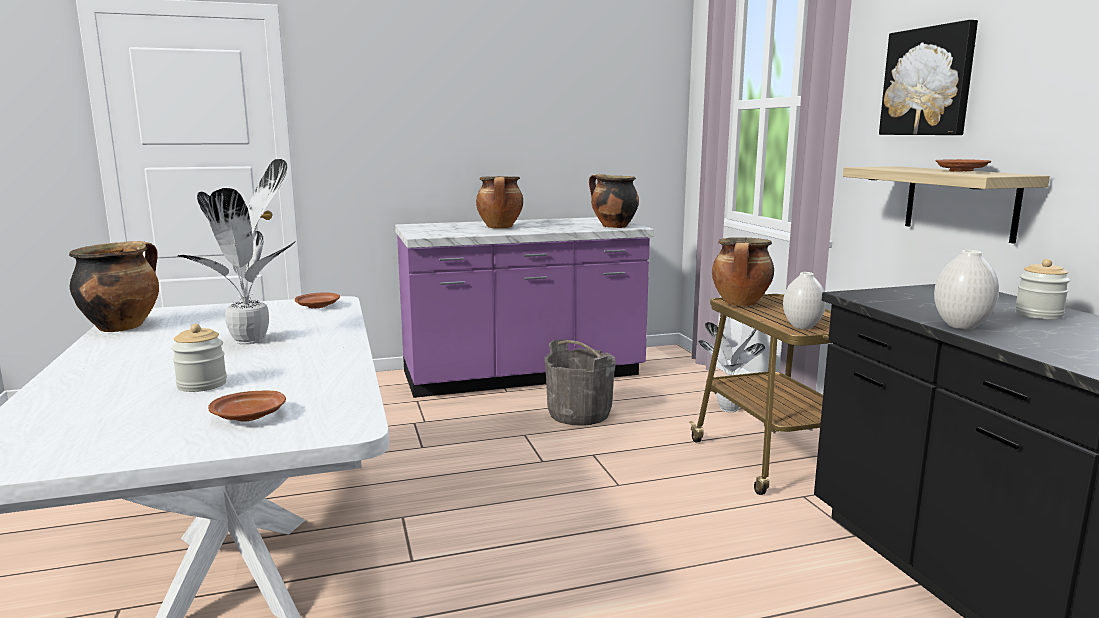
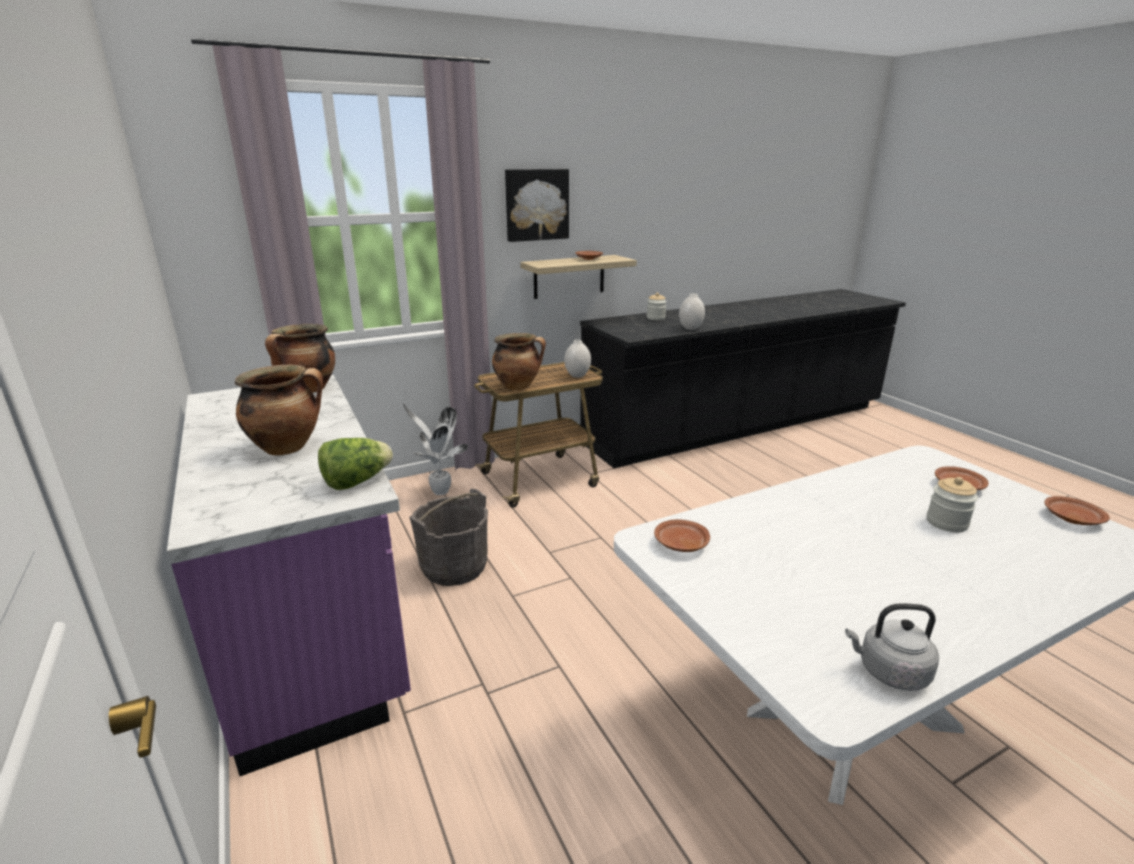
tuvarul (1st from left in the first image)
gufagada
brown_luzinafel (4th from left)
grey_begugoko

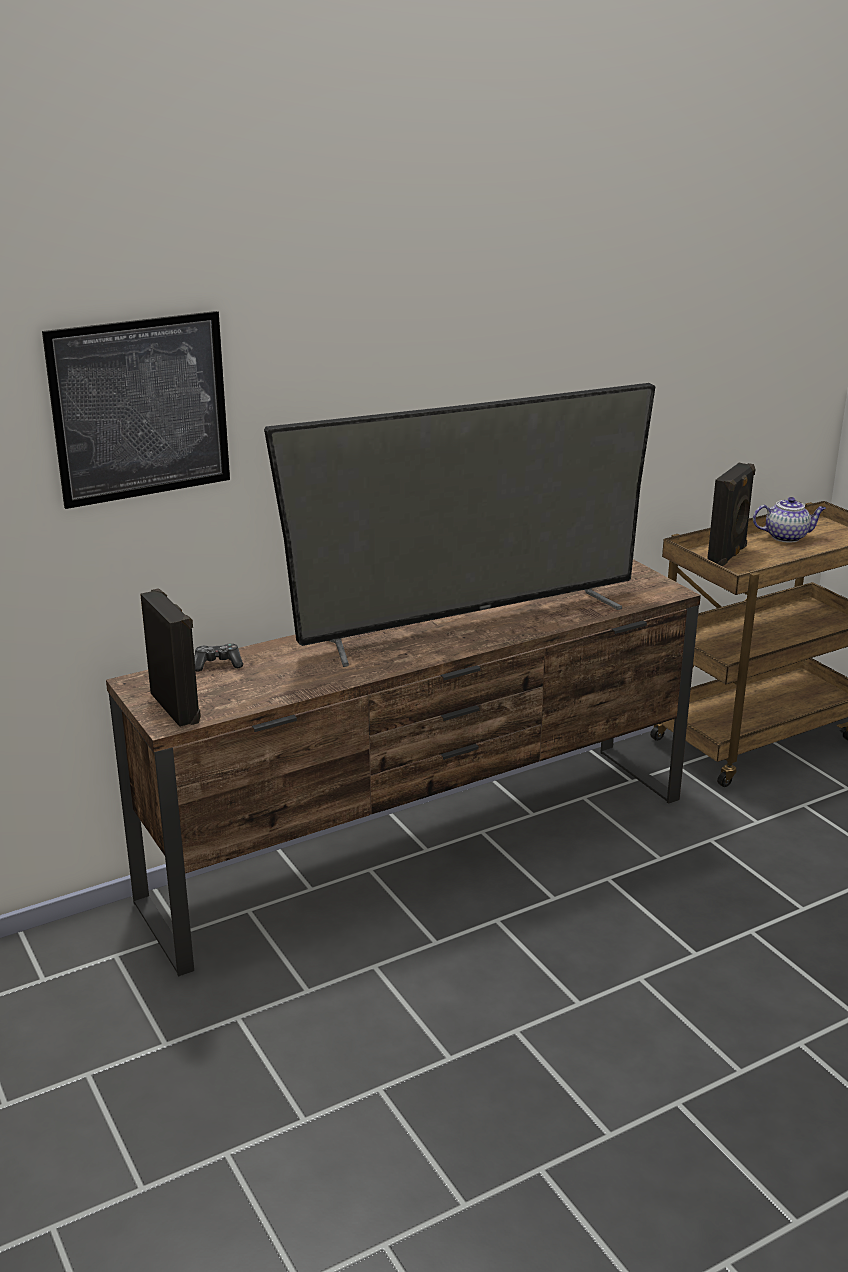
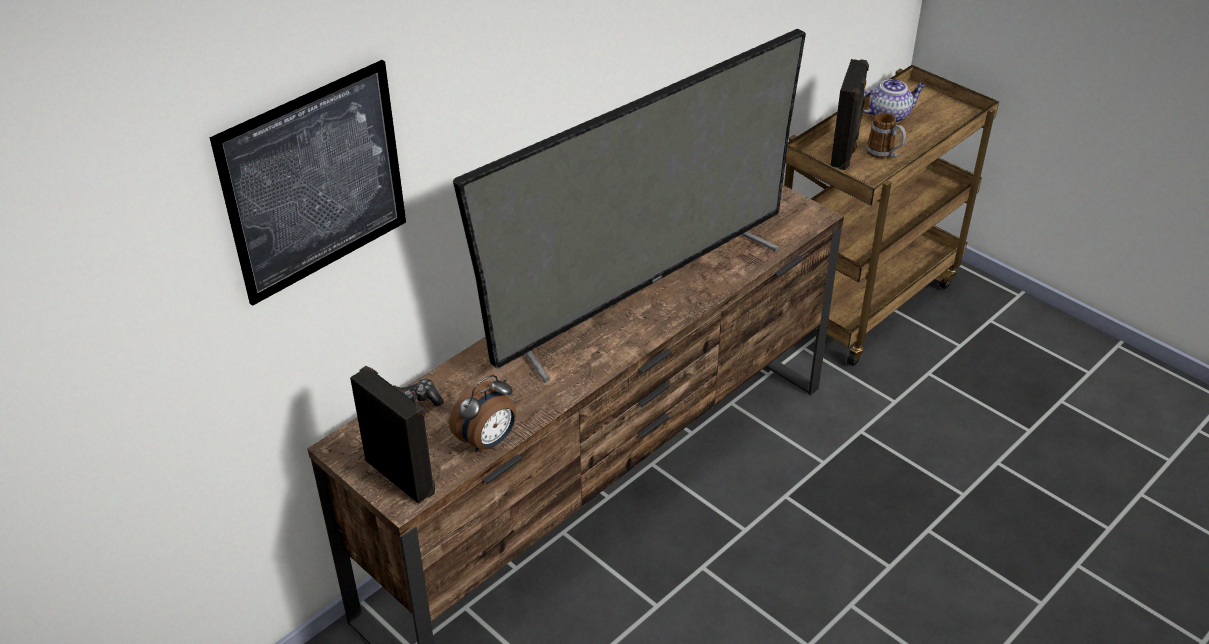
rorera
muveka

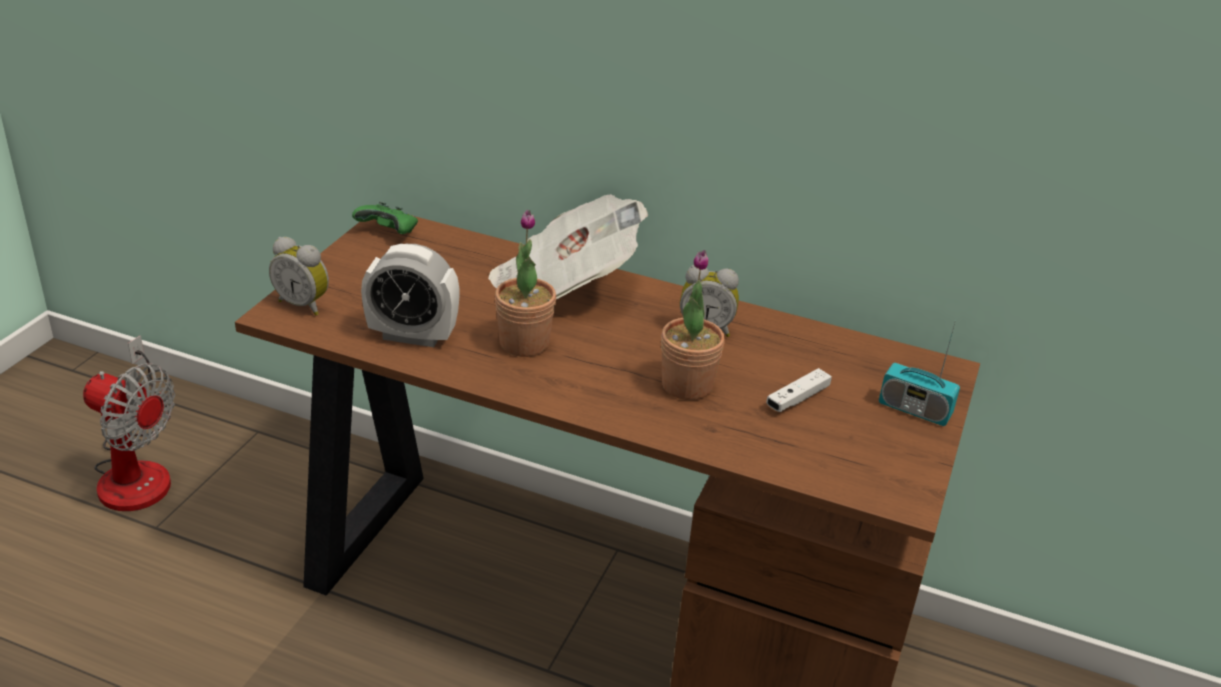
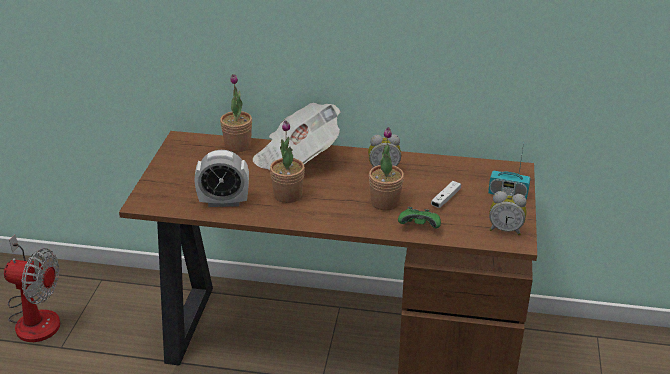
tuvarul (1st from left)
rorera (3rd from left)
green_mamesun

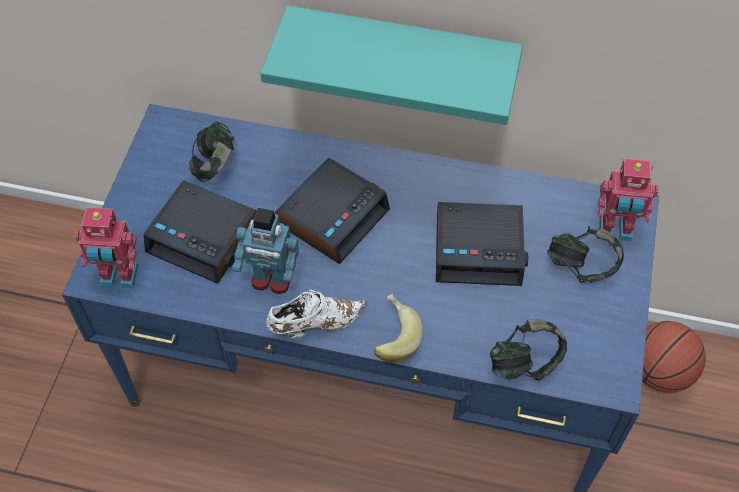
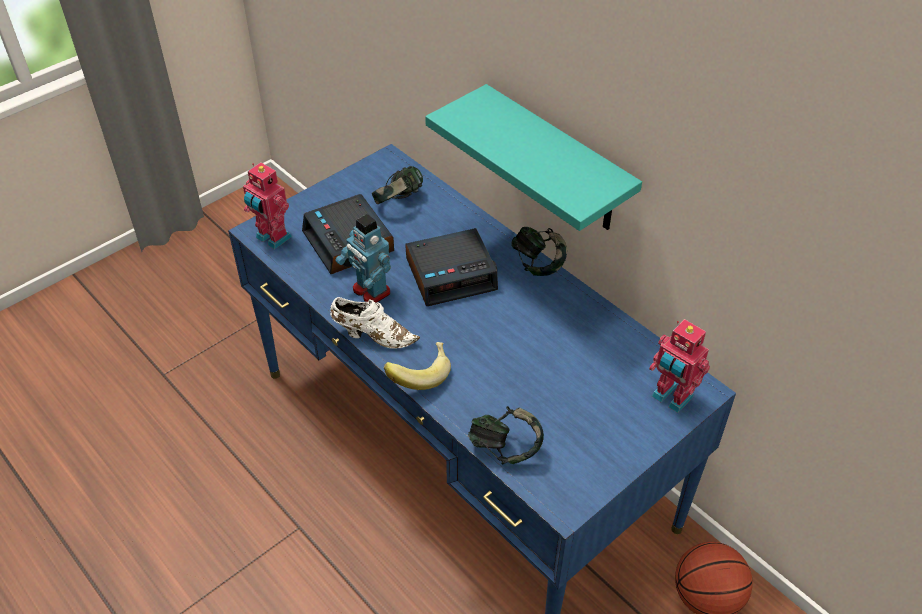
rorera (3rd from left in the first image)
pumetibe (3rd from left)

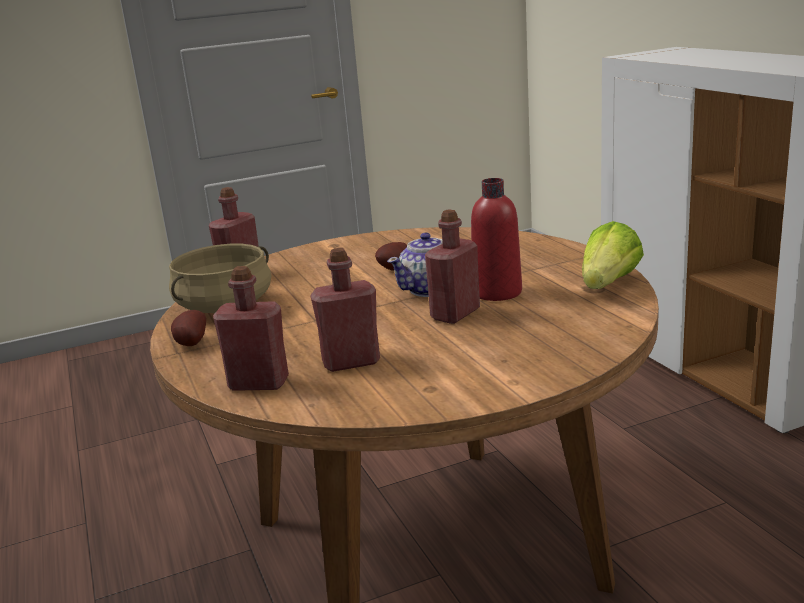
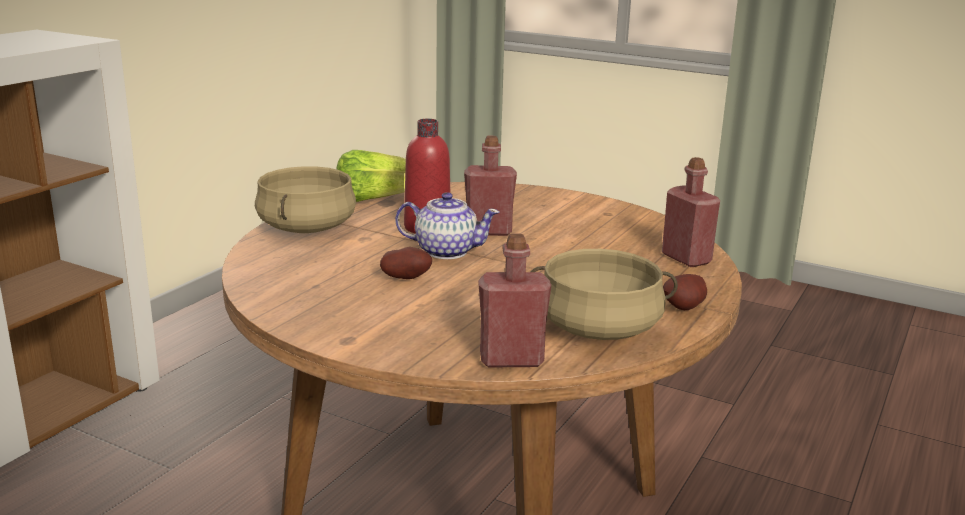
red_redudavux (3rd from left in the first image)
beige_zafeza (1st from left)

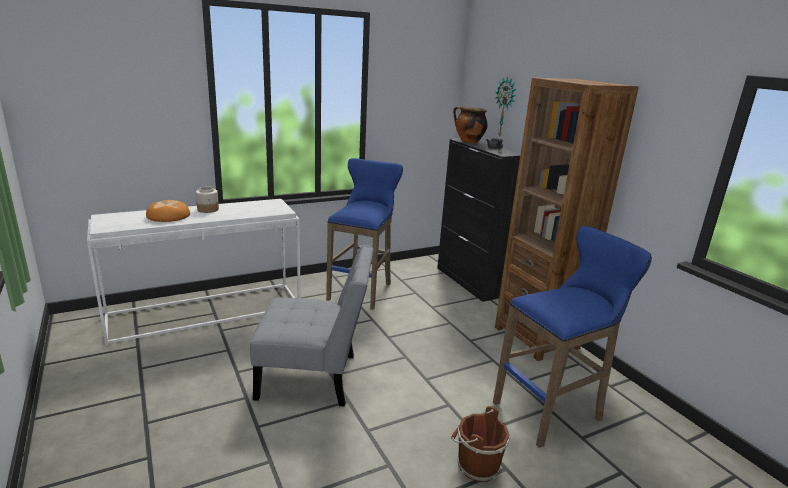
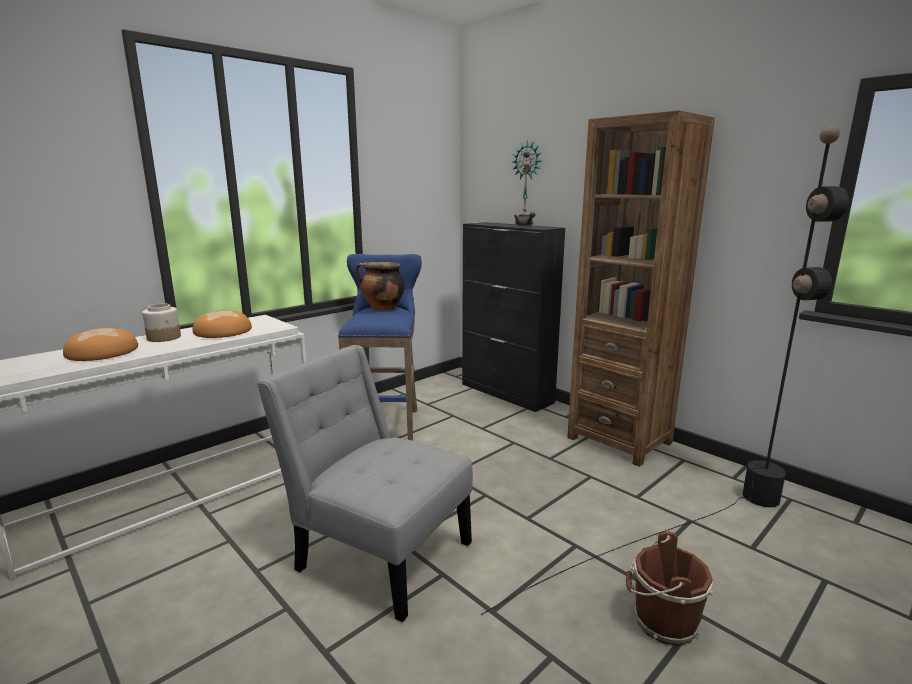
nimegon (2nd from left)
zafeza
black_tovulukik
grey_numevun

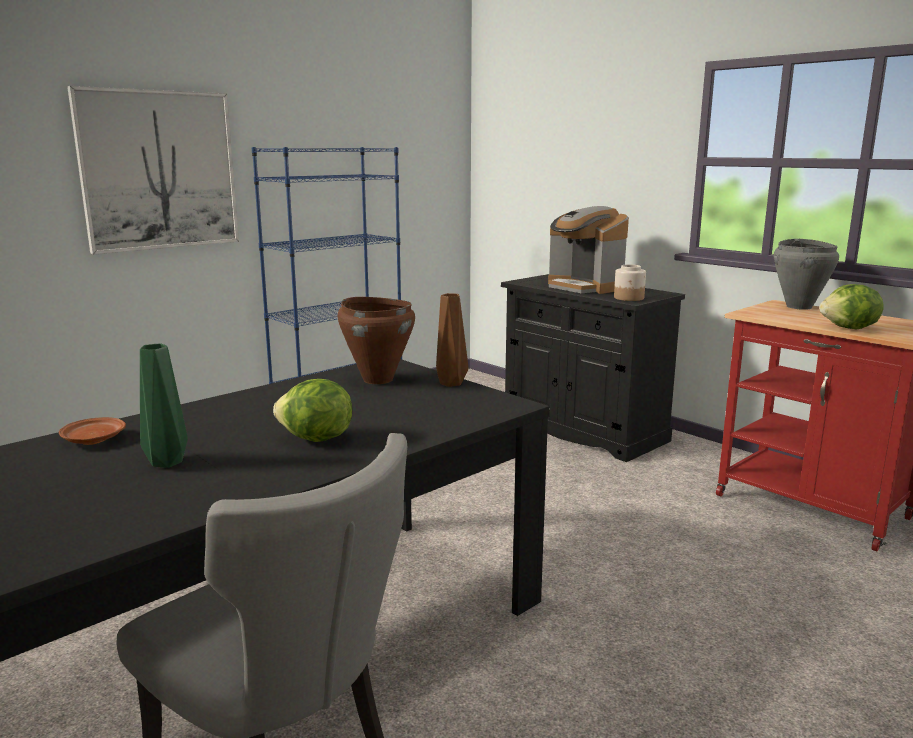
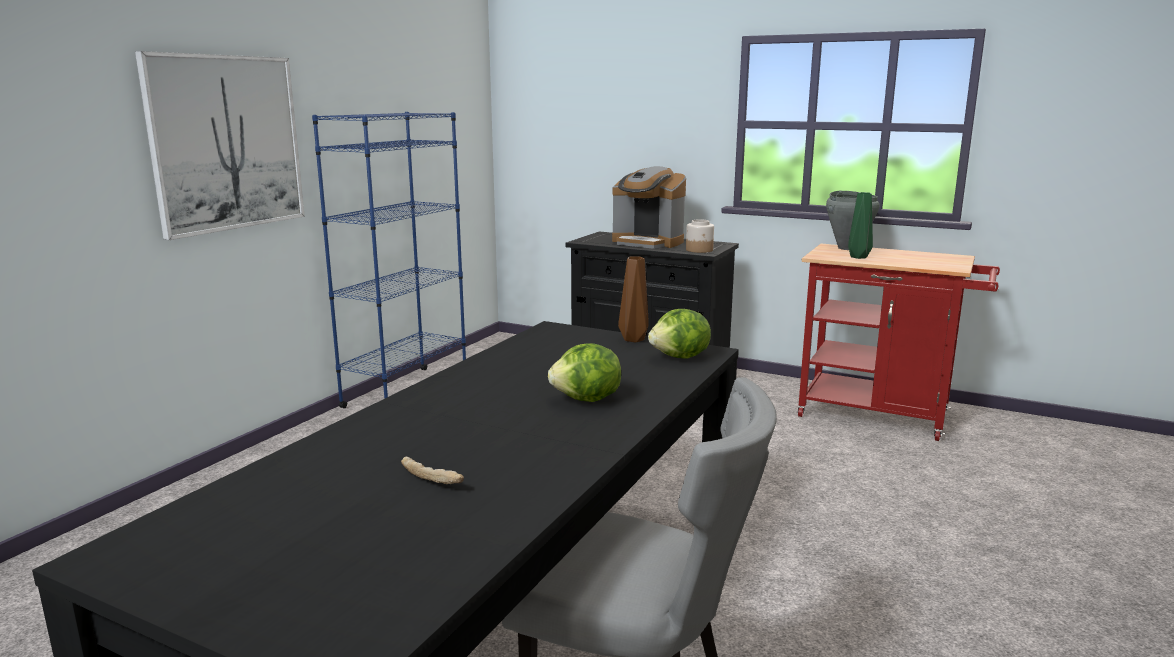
brown_luzinafel
brown_zafeza
nimegon
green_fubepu
gufagada (2nd from left)

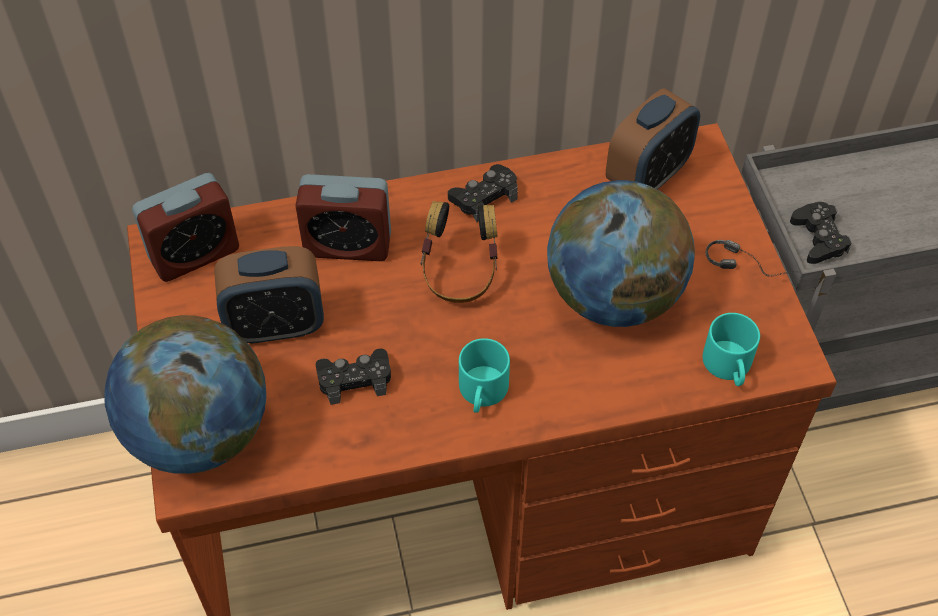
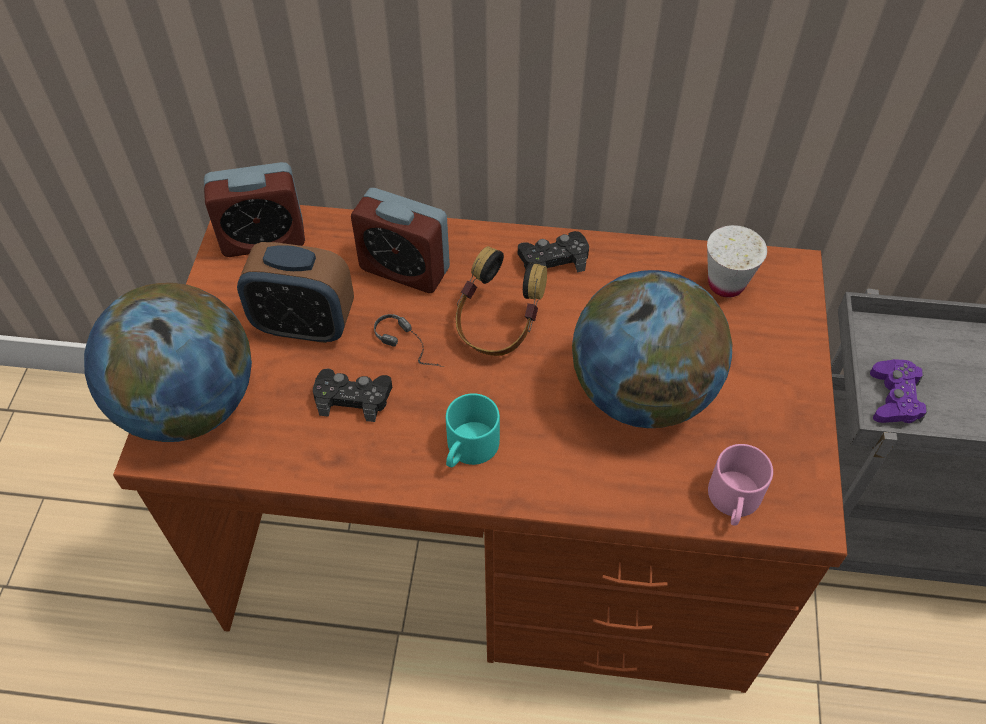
pumetibe (1st from left)
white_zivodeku
pink_muveka
purple_mamesun

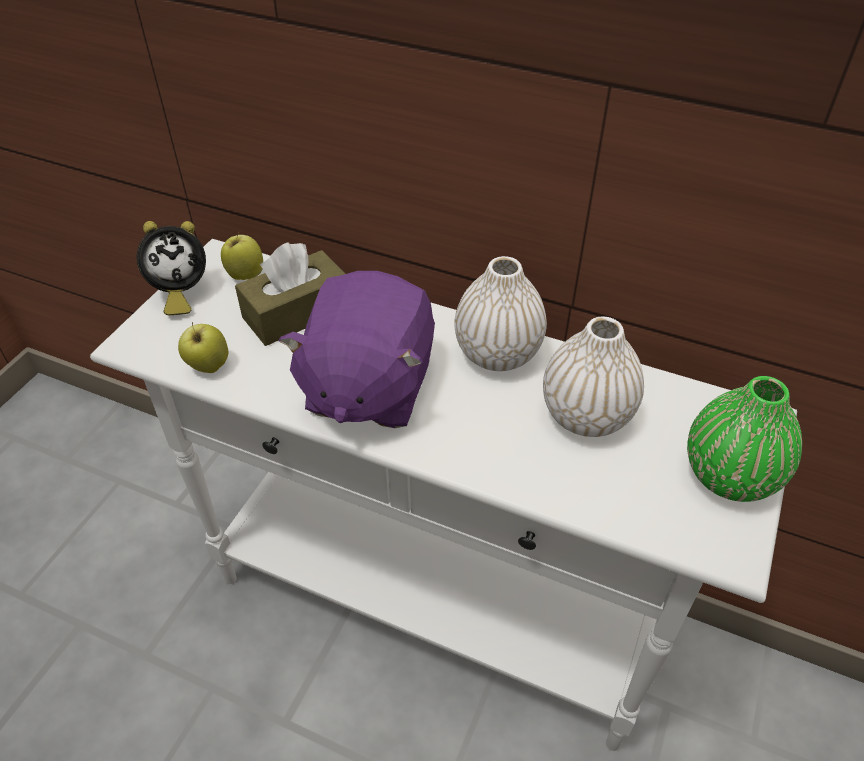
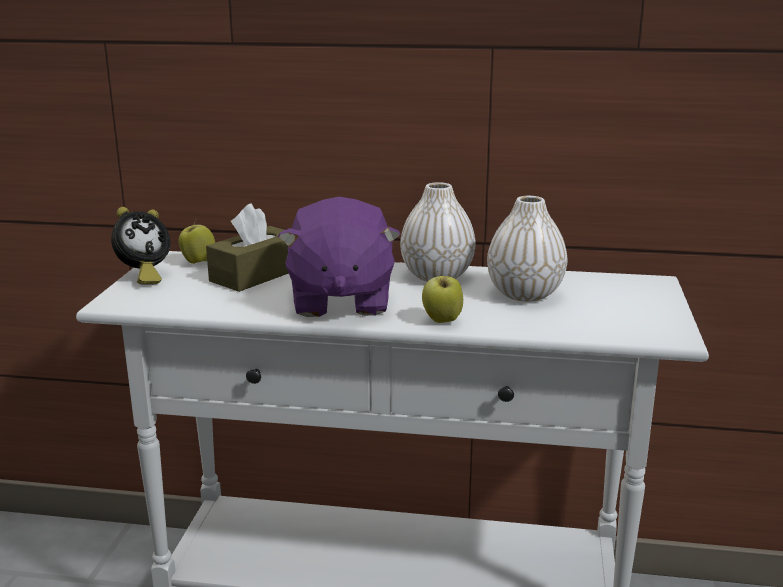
green_fubepu
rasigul (2nd from left)

